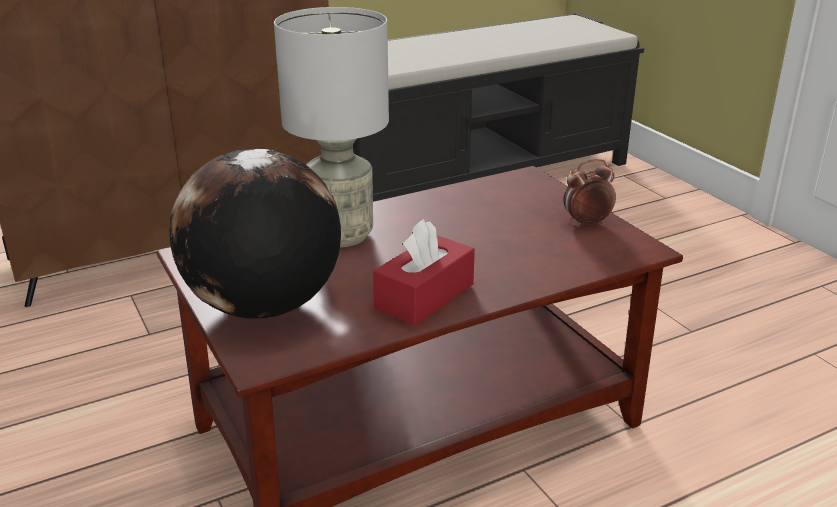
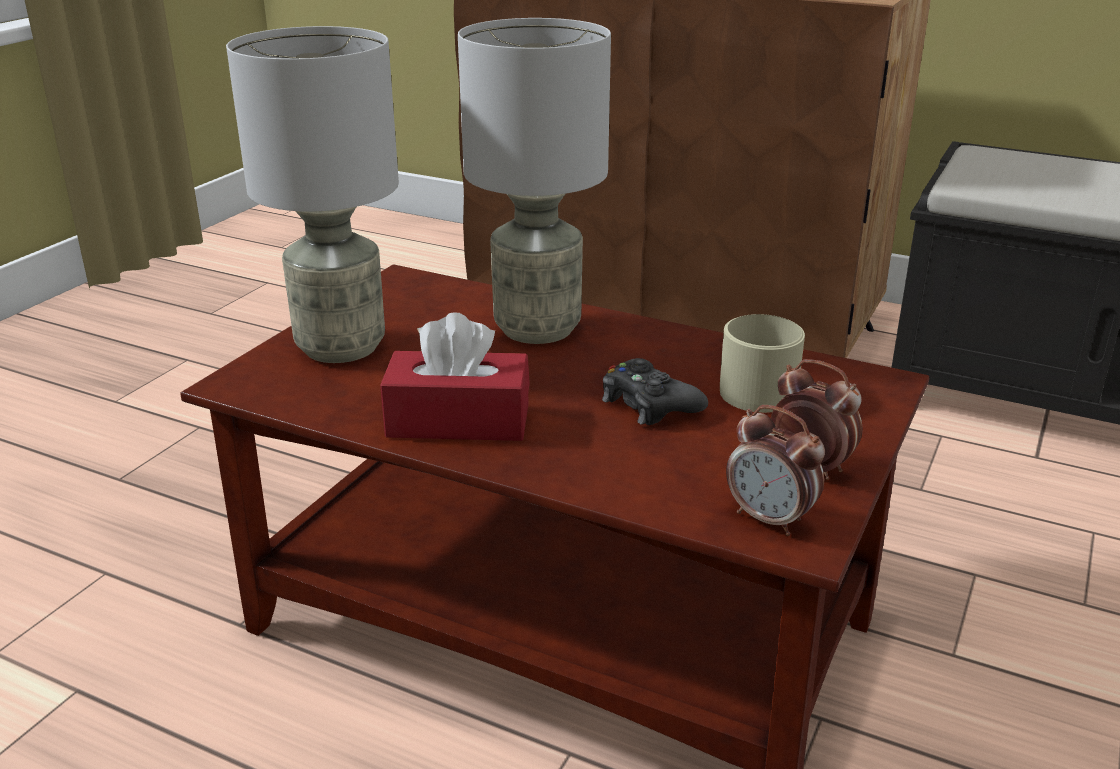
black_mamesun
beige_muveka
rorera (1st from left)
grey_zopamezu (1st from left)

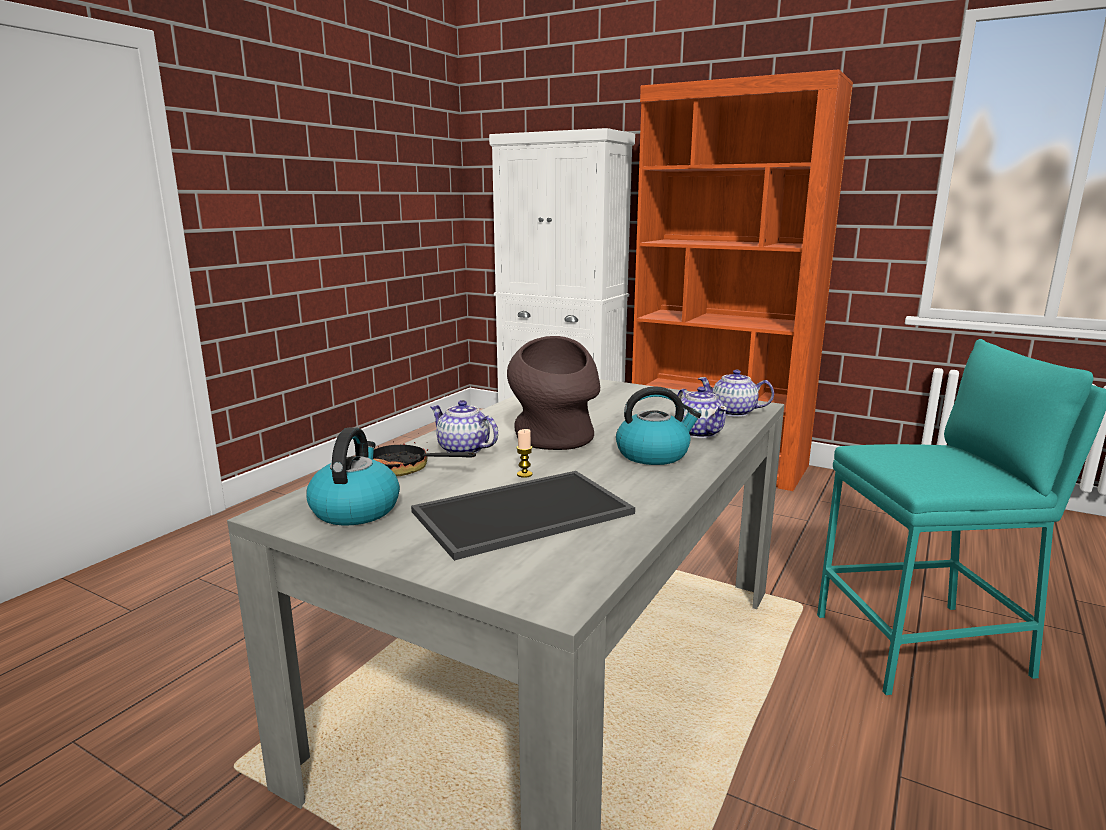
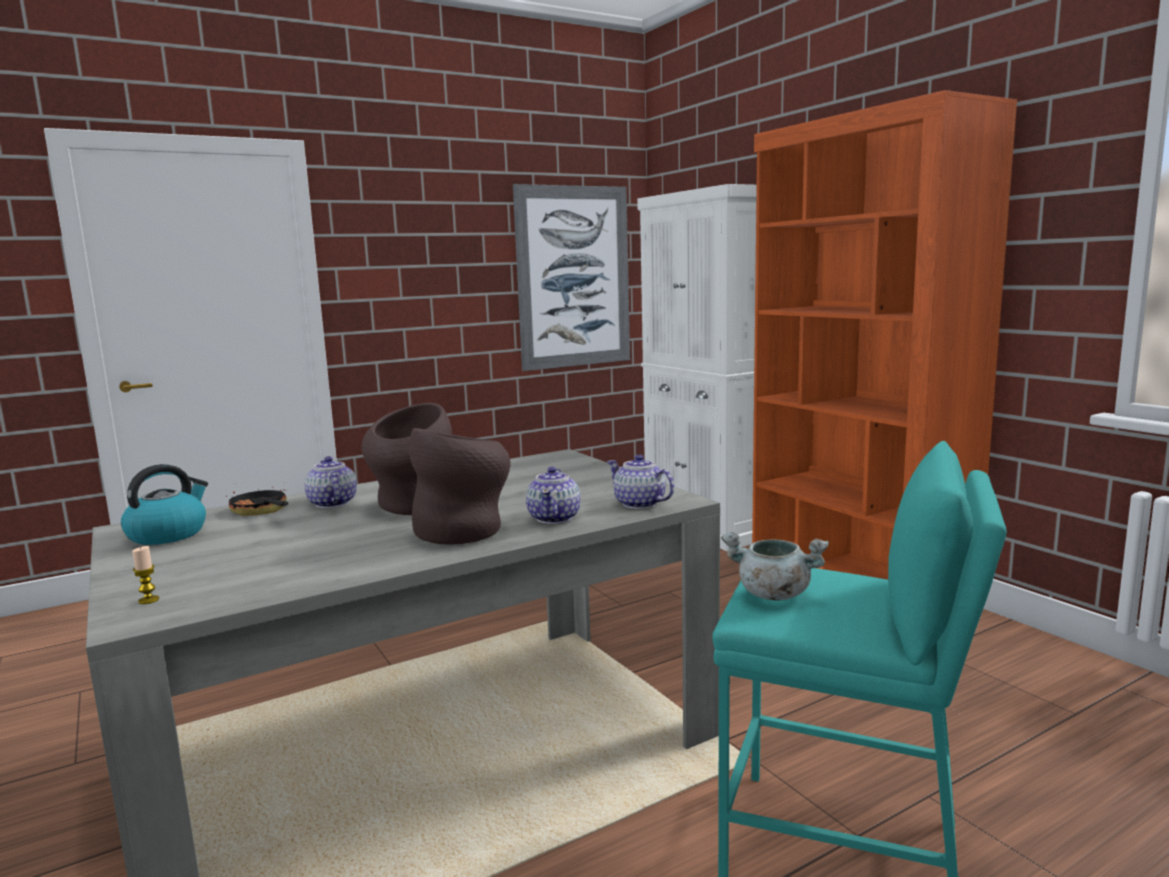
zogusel
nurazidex
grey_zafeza
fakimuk
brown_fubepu (2nd from left)

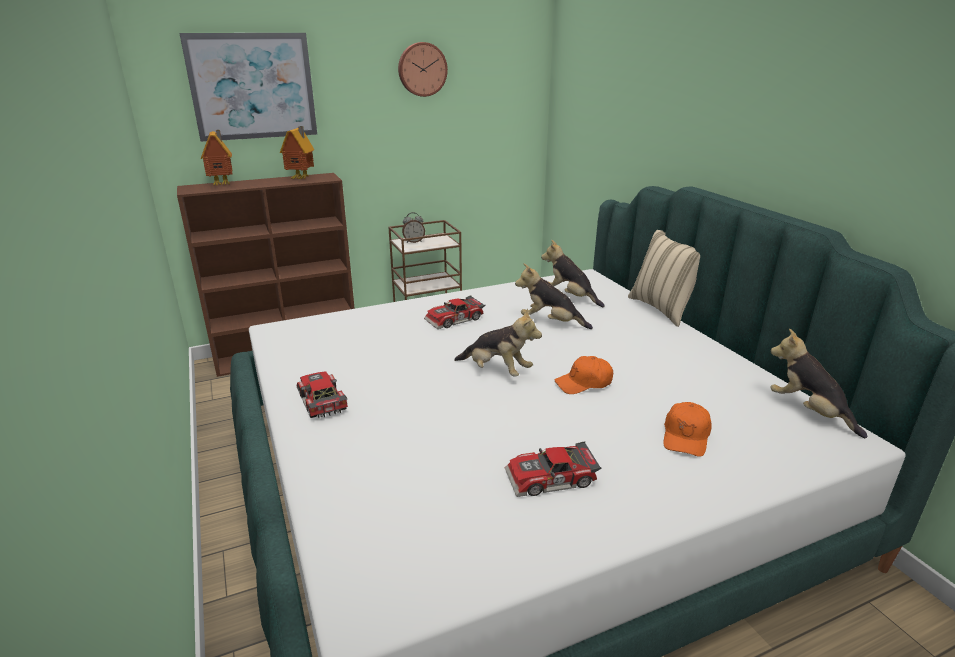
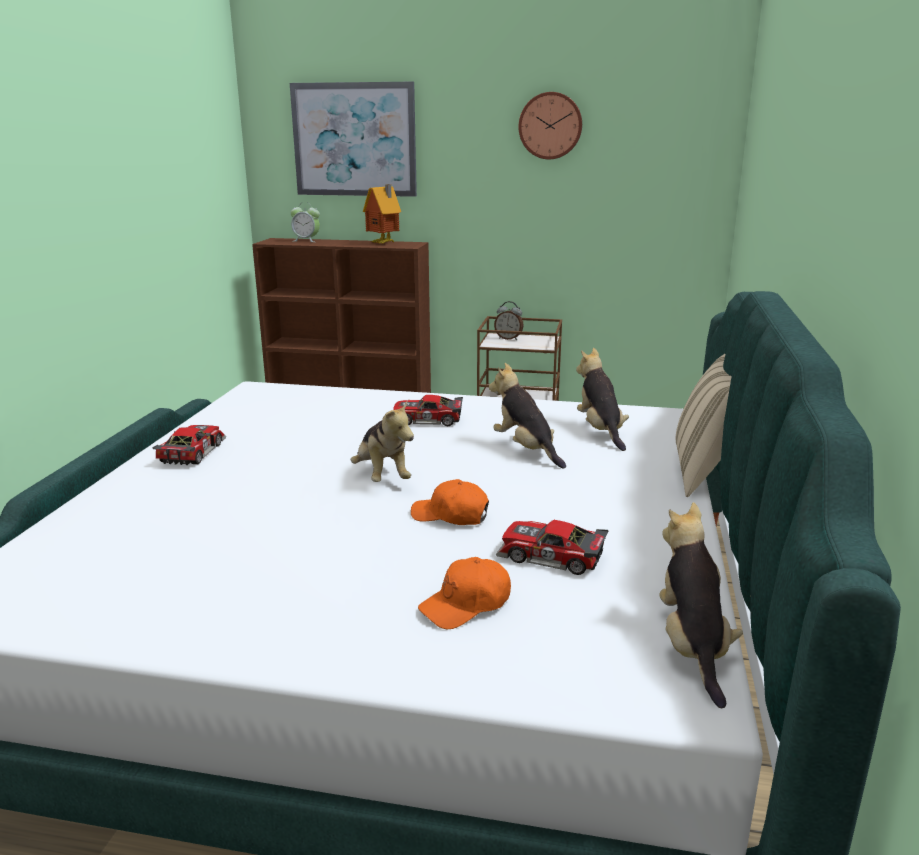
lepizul (3rd from left)
rorera (1st from left)

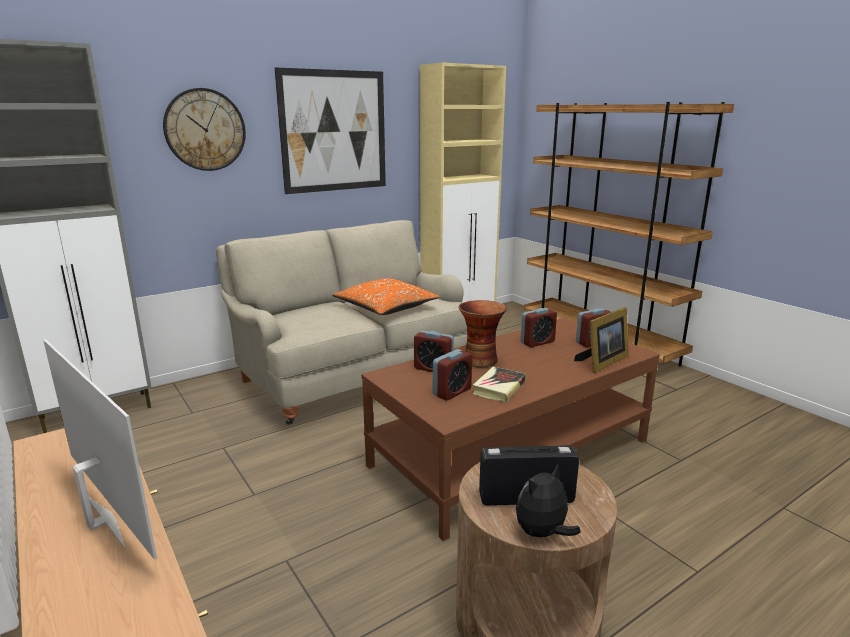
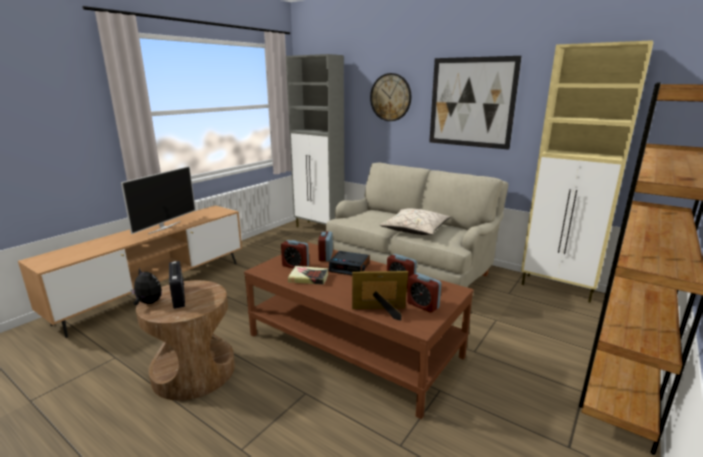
rorera (3rd from left)
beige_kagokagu
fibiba

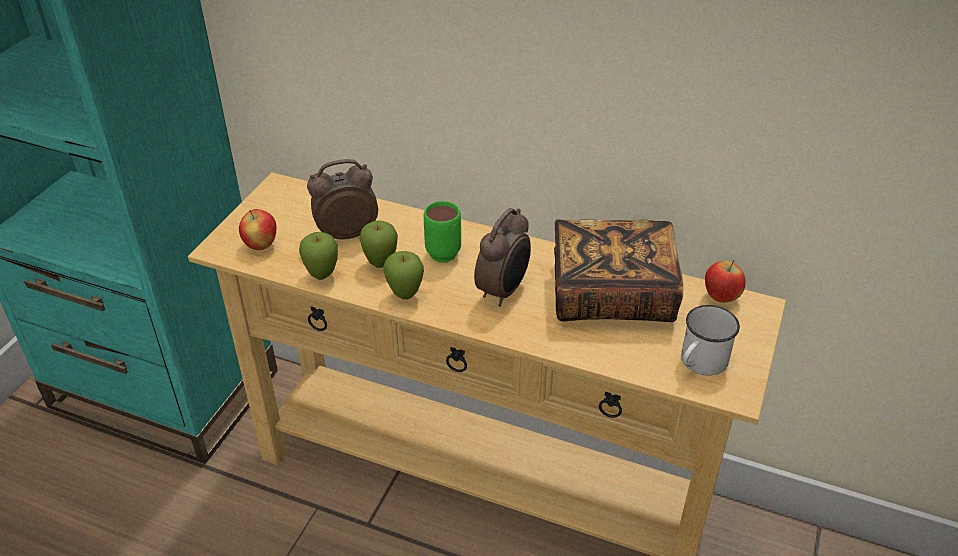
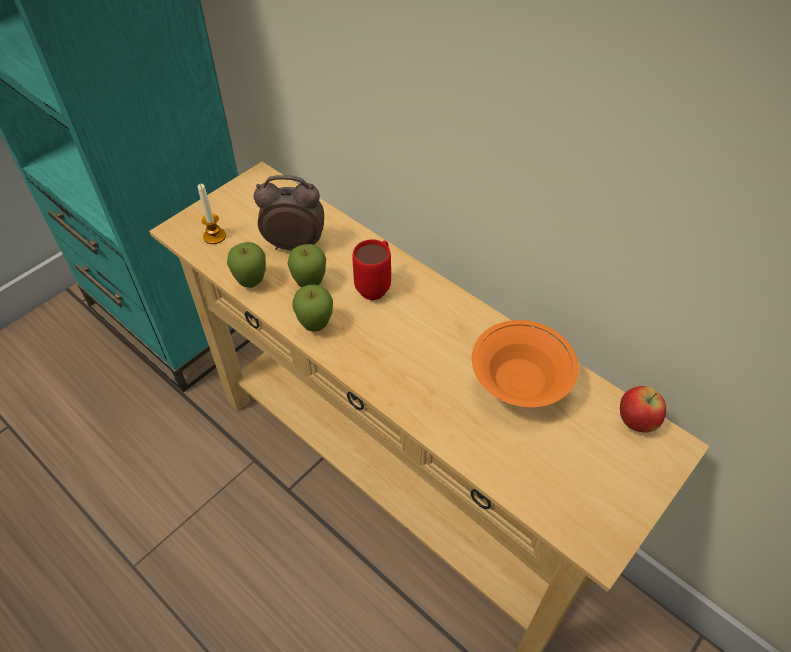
rorera (2nd from left in the first image)
white_muveka
fakimuk
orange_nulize
red_muveka

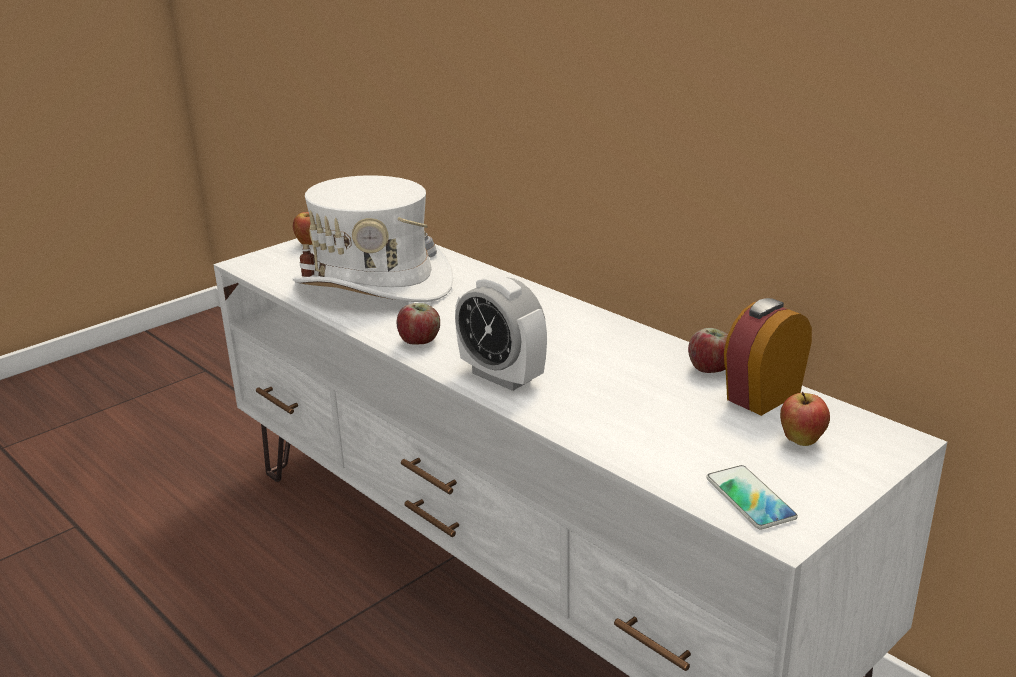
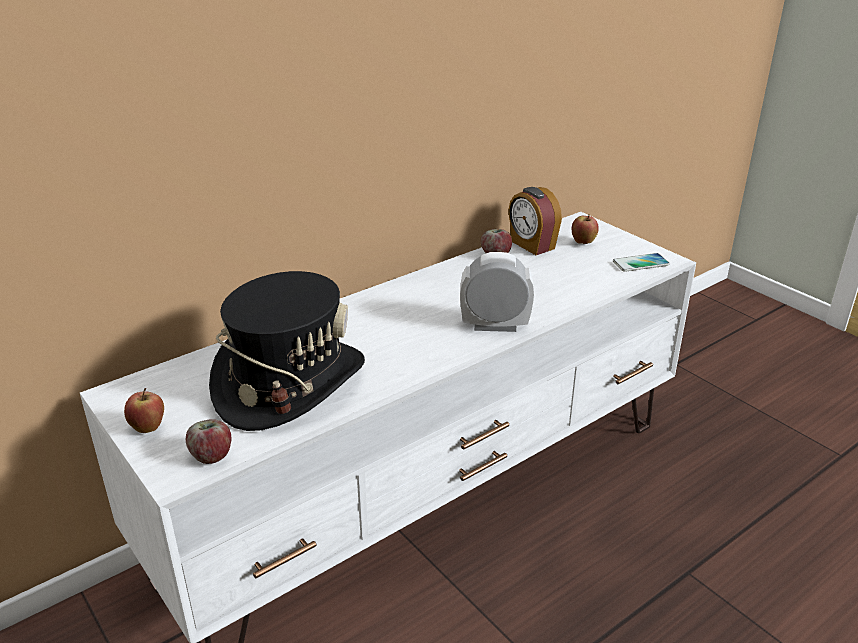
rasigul (2nd from left)
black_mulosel
rorera (1st from left)

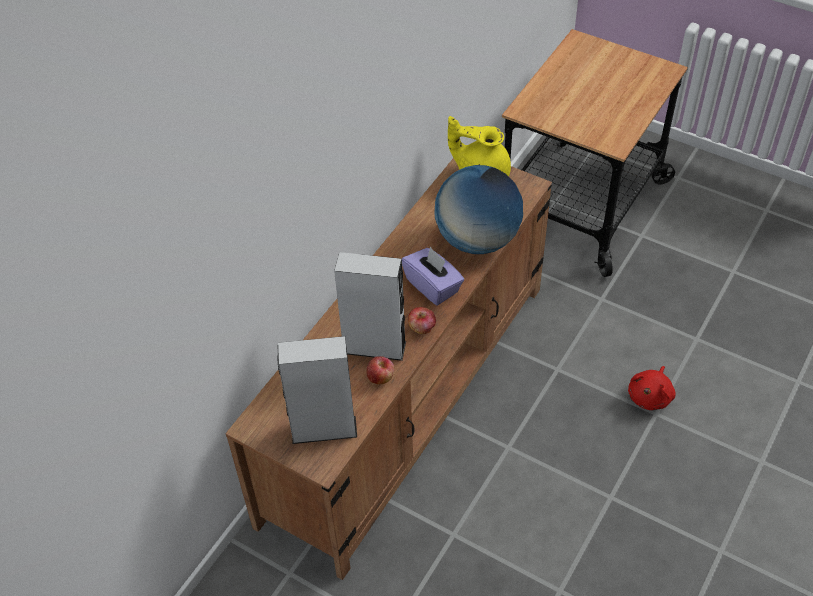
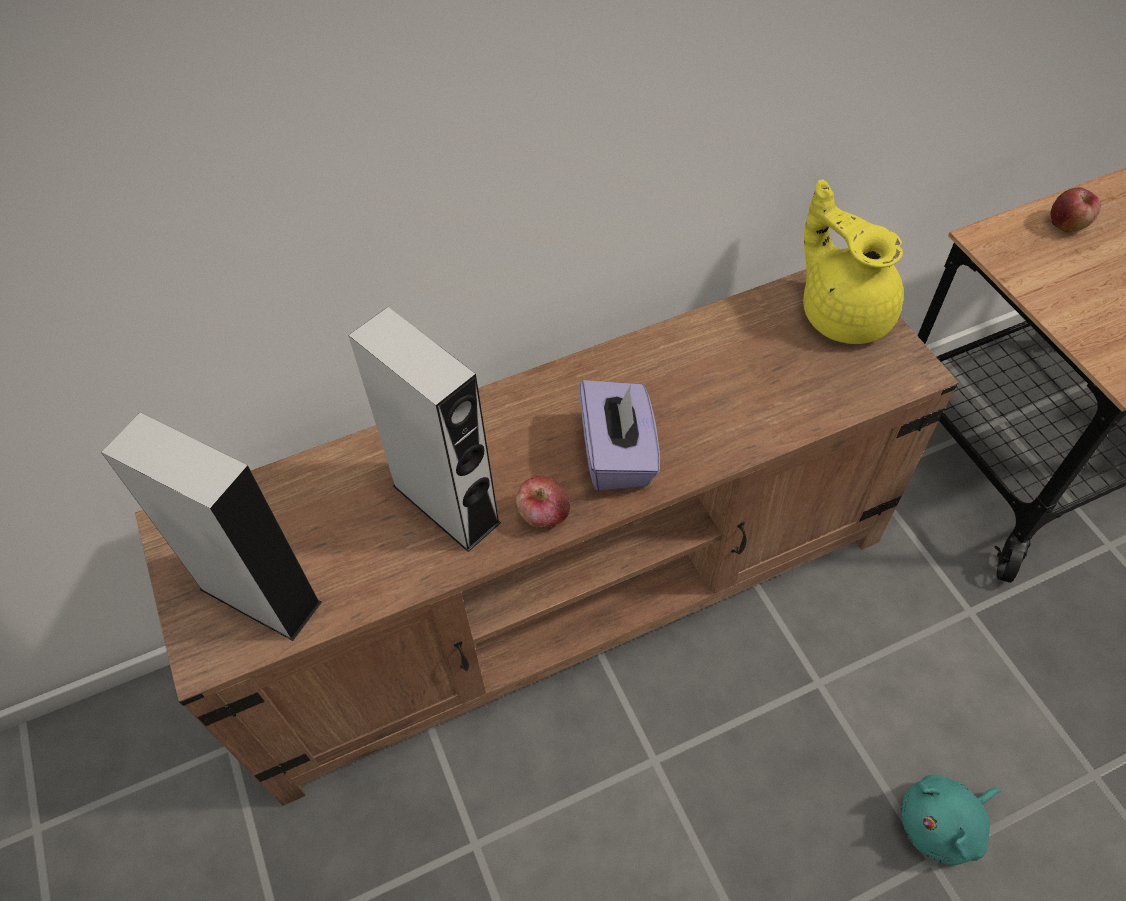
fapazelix
rasigul (2nd from left)
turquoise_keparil

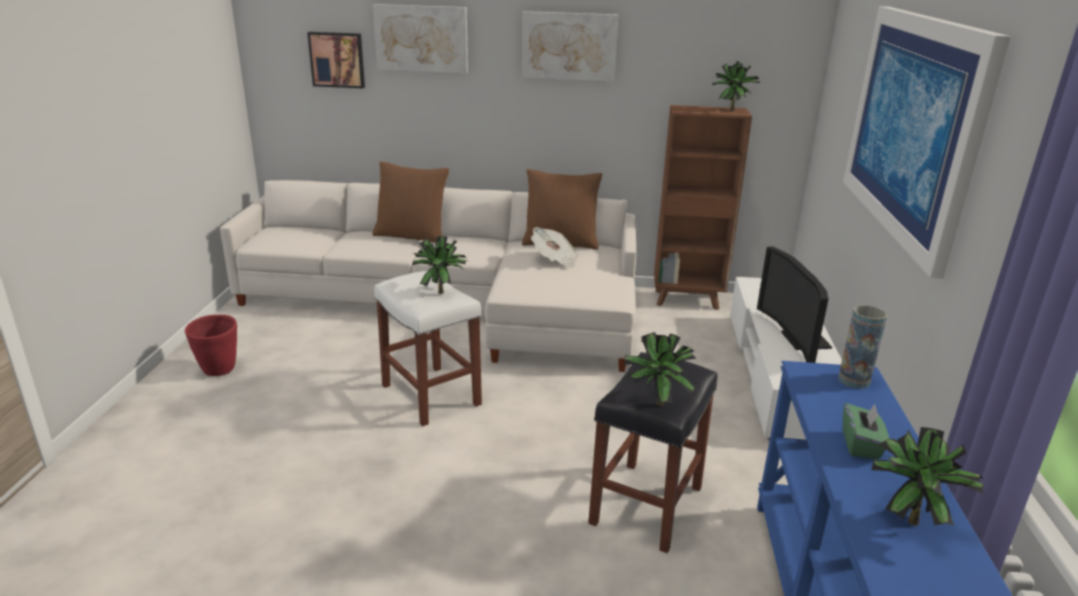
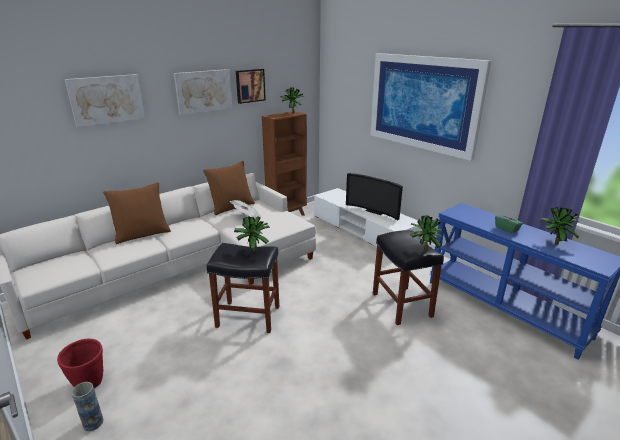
nurazidex (3rd from left)
fubepu
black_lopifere (1st from left)

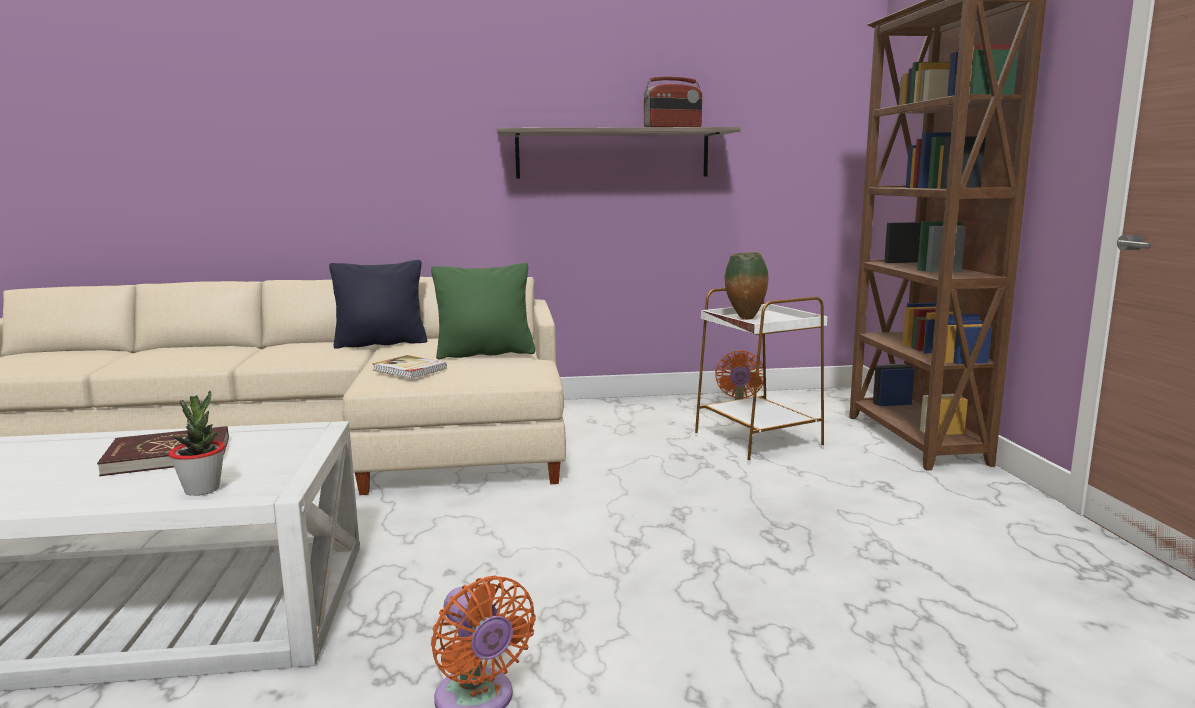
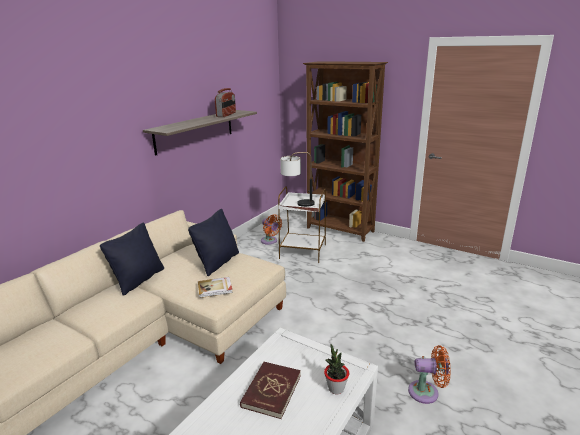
zopamezu
black_kagokagu (2nd from left)

